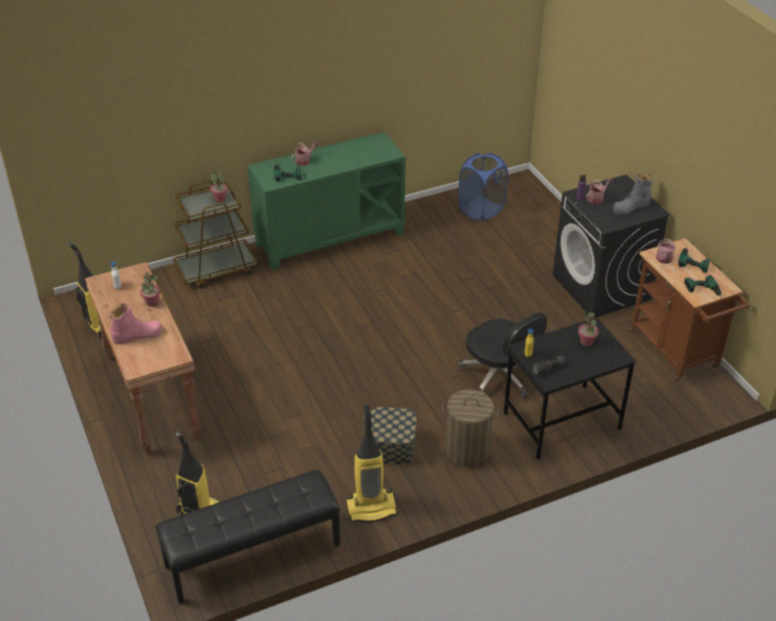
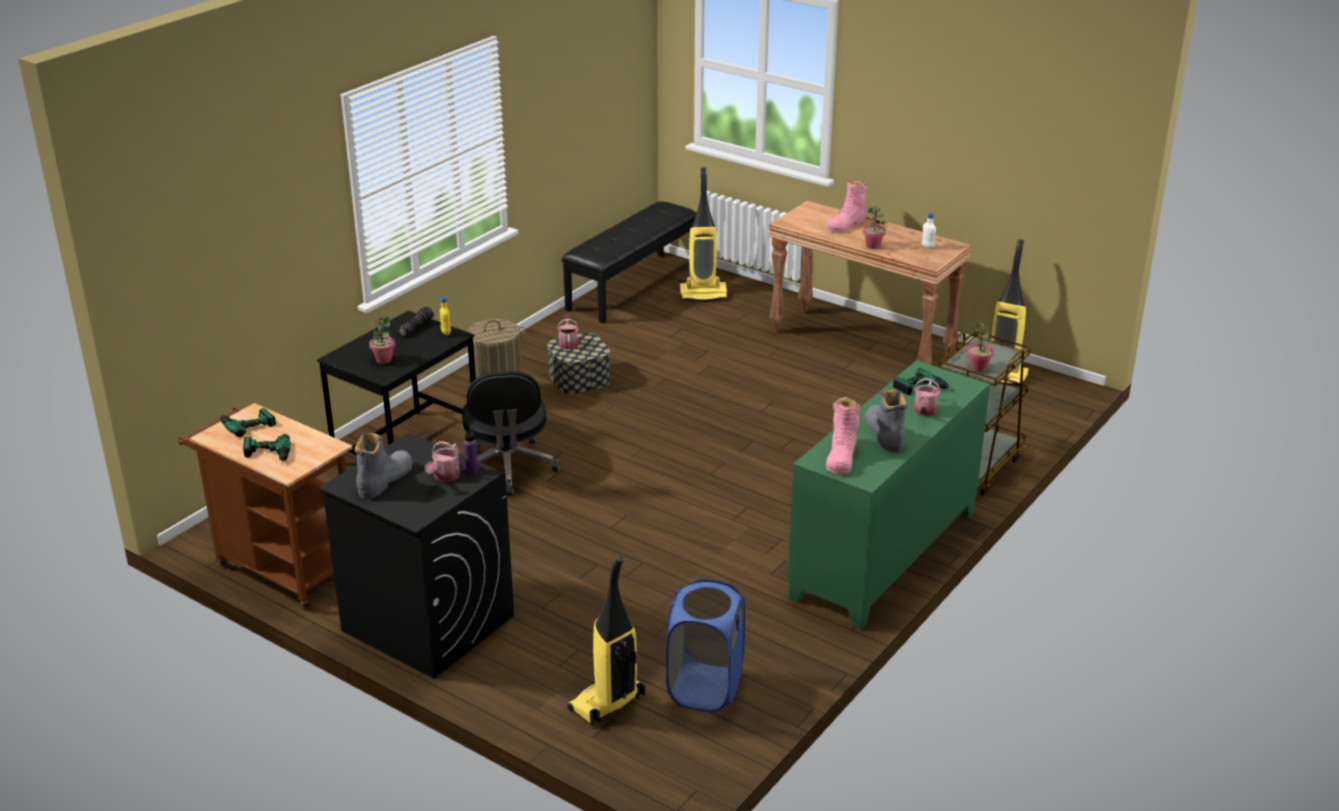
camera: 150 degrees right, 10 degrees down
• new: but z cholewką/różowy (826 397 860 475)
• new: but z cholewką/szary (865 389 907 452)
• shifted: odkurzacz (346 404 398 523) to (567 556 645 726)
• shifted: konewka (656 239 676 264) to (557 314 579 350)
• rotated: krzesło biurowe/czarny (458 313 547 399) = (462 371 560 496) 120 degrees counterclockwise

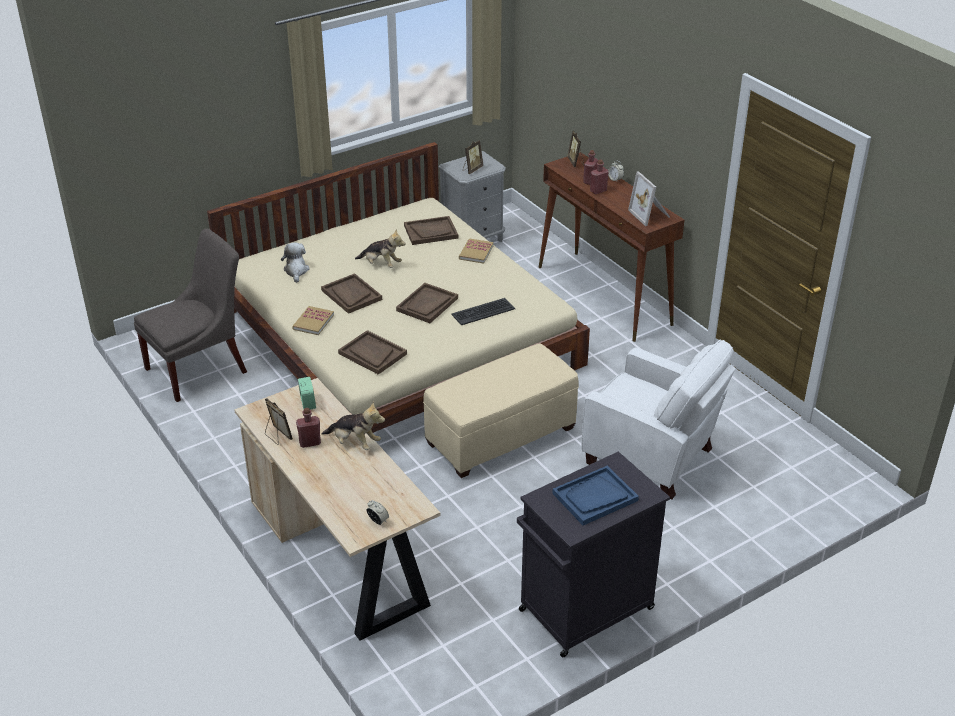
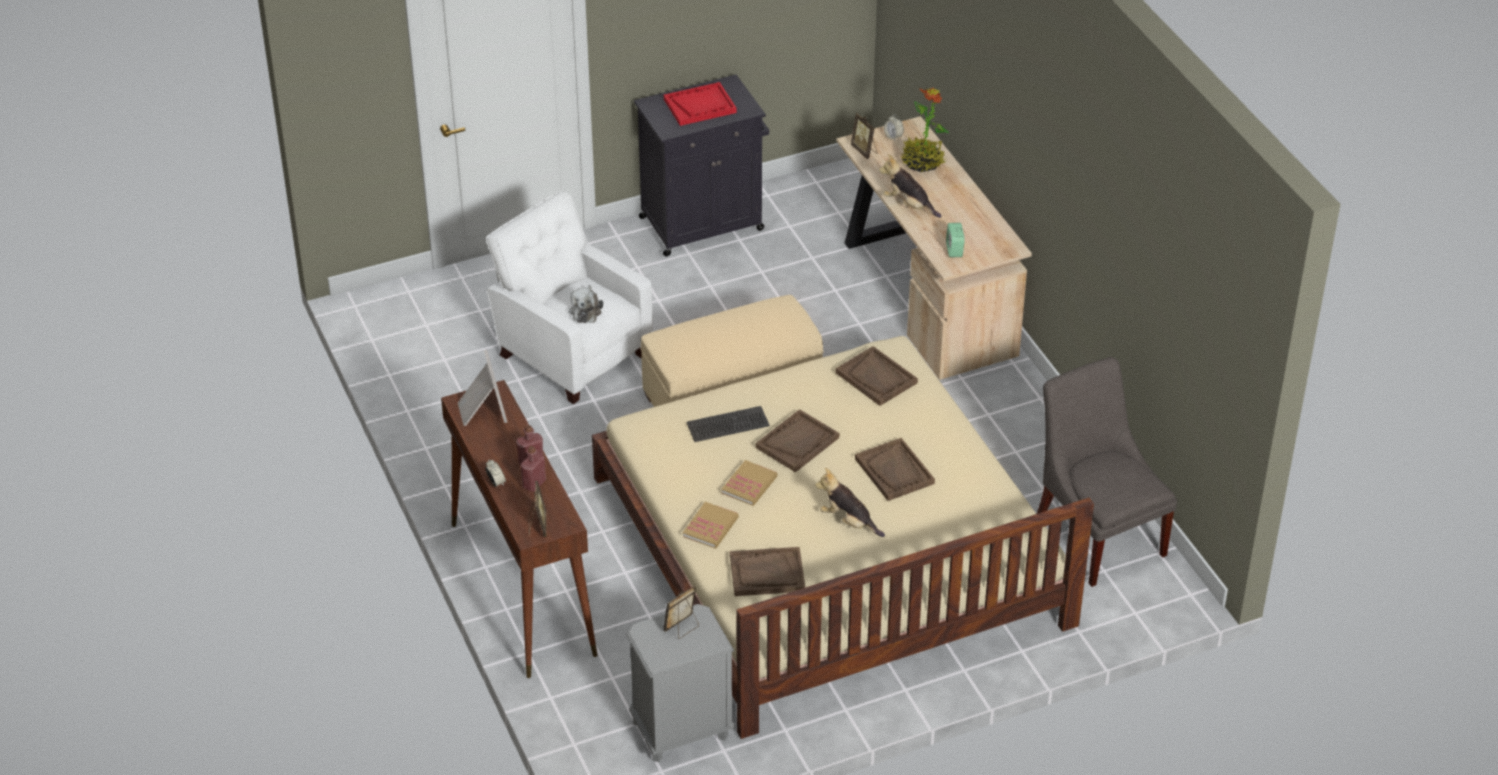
camera: 170 degrees left, 5 degrees up
• gone: butelka/czerwony (296 408 321 448)
• new: roślina doniczkowa (901 88 949 172)
• shifted: ramka na zdjęcie (265 398 293 445) to (851 112 877 159)
• shifted: pluszak (281 242 310 283) to (569 285 603 323)
• shifted: książka (292 306 334 335) to (722 460 777 506)
• repainted: taca/niebieski (552 466 639 525) to taca/czerwony (664 82 737 126)
• rotated: krzesło/szary (134 228 247 402) = (1037 357 1177 587) 90 degrees clockwise

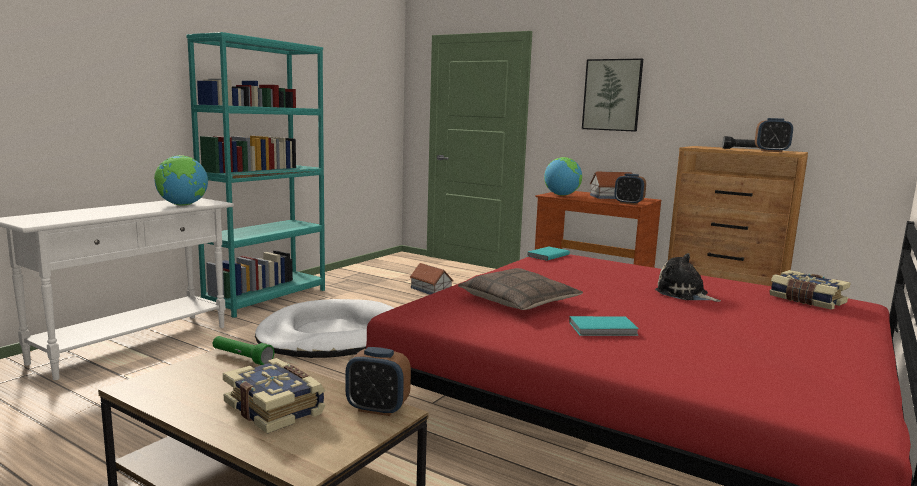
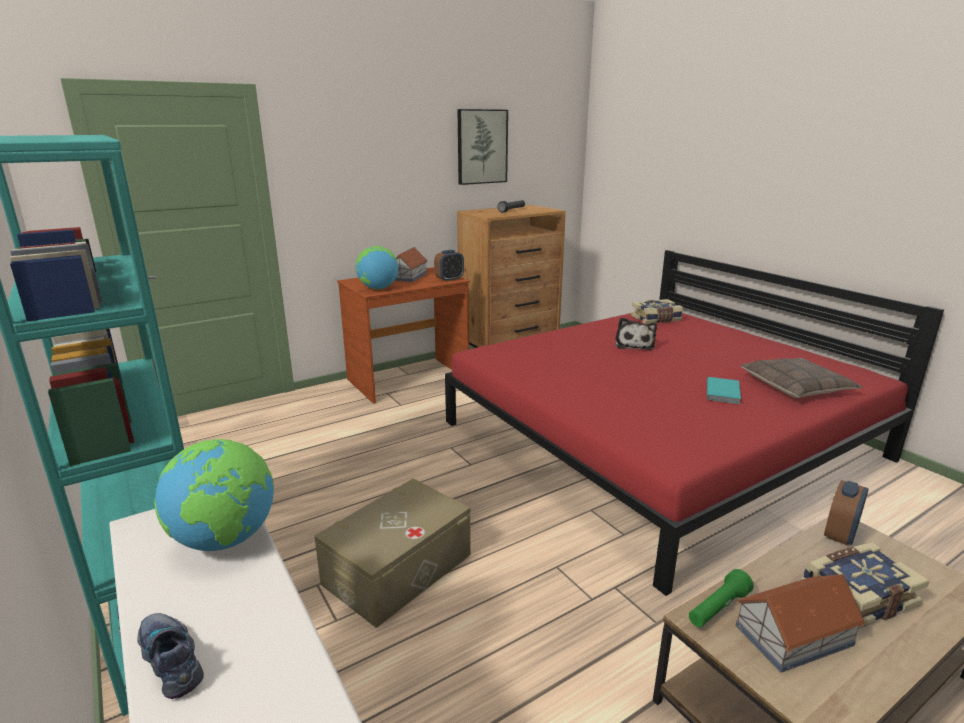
camera: 65 degrees left, 10 degrees up
• gone: książka/turkusowy (528 247 570 261)
• gone: budzik (755 118 793 152)
• new: but (138 613 204 699)
• shifted: domek (410 263 454 295) to (736 574 866 673)
• shifted: poduszka (458 268 583 310) to (741 358 863 398)
• shifted: obraz (582 58 643 132) to (457 109 508 185)
• swapped: legowisko/biały (255 299 394 358) to pojemnik do przechowywania/beżowy (314 478 471 628)
• rotated: pluszak (655 253 721 302) = (615 317 657 350) 60 degrees counterclockwise

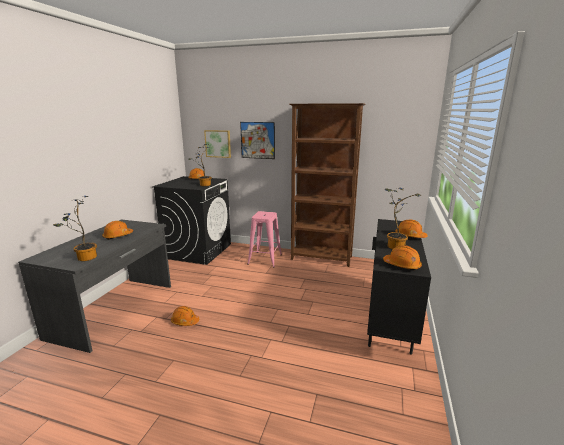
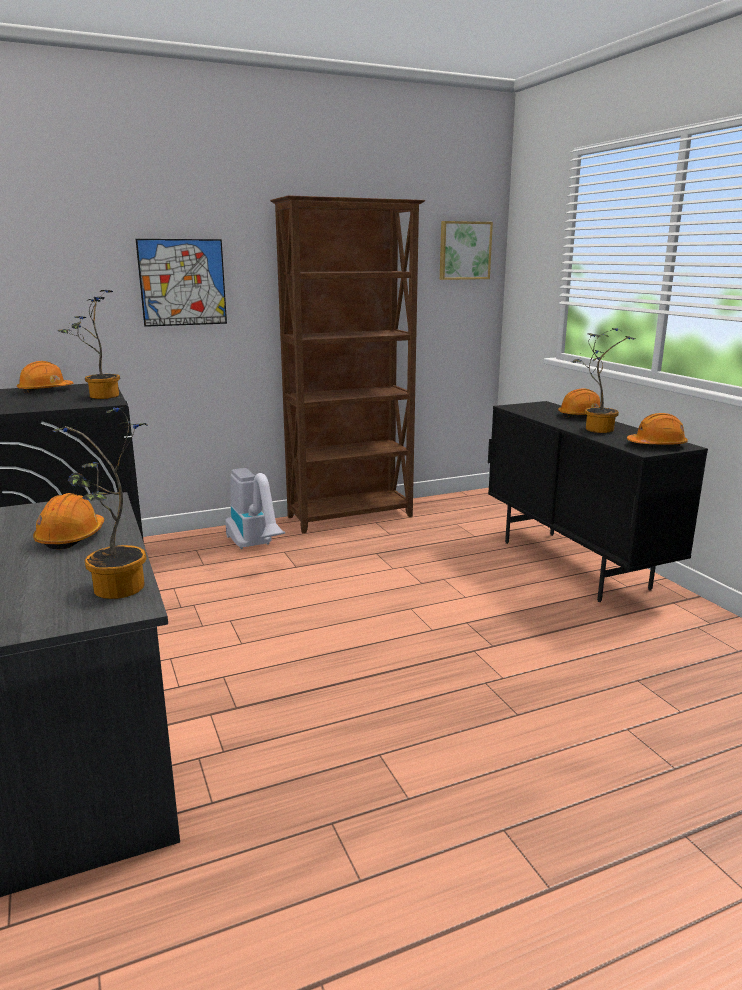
camera: 40 degrees left, 0 degrees up
• gone: kask/pomarańczowy (171 306 199 326)
• shifted: obraz (204 130 231 158) to (440 221 493 280)
• swapped: stołek/różowy (247 211 282 267) to odkurzacz (225 468 285 549)

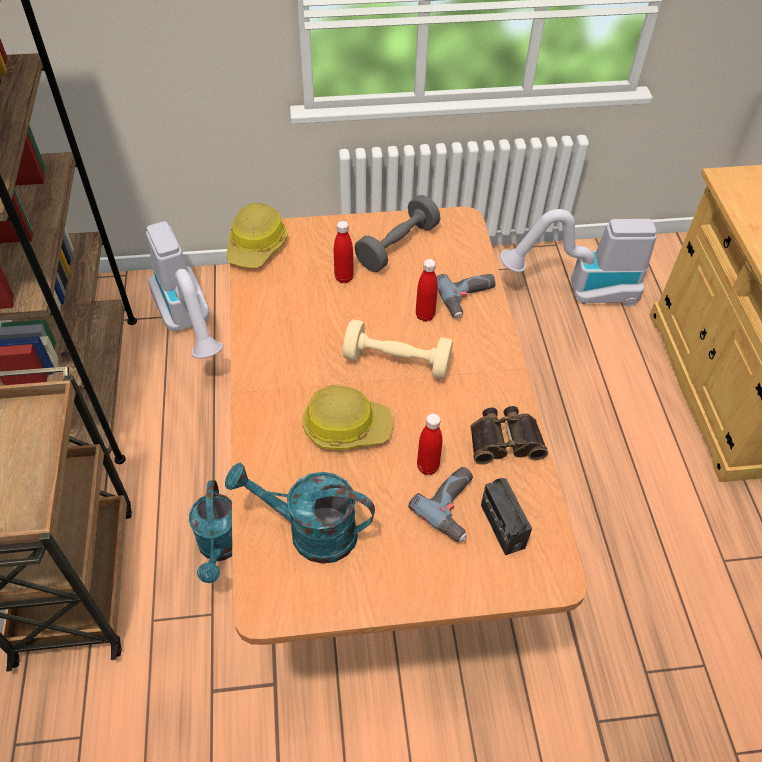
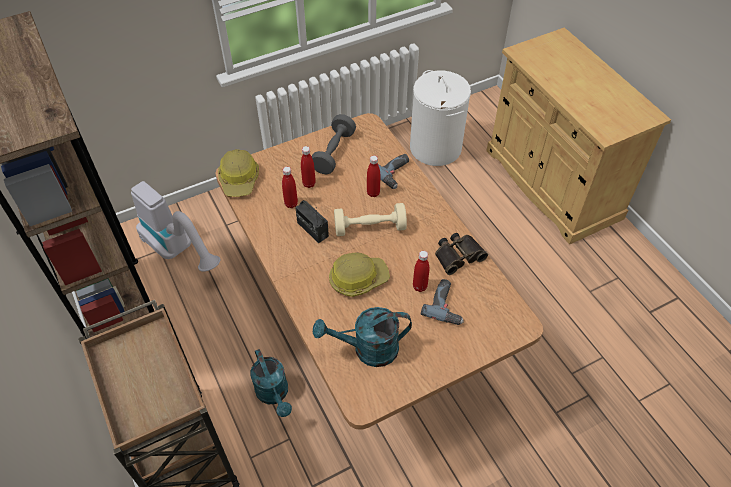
camera: 20 degrees left, 0 degrees up
• new: butelka/czerwony (282 166 298 208)
• shifted: radio (481 478 532 555) to (295 200 329 243)
• swapped: odkurzacz (500 209 657 307) to kosz na pranie/biały (410 70 471 166)

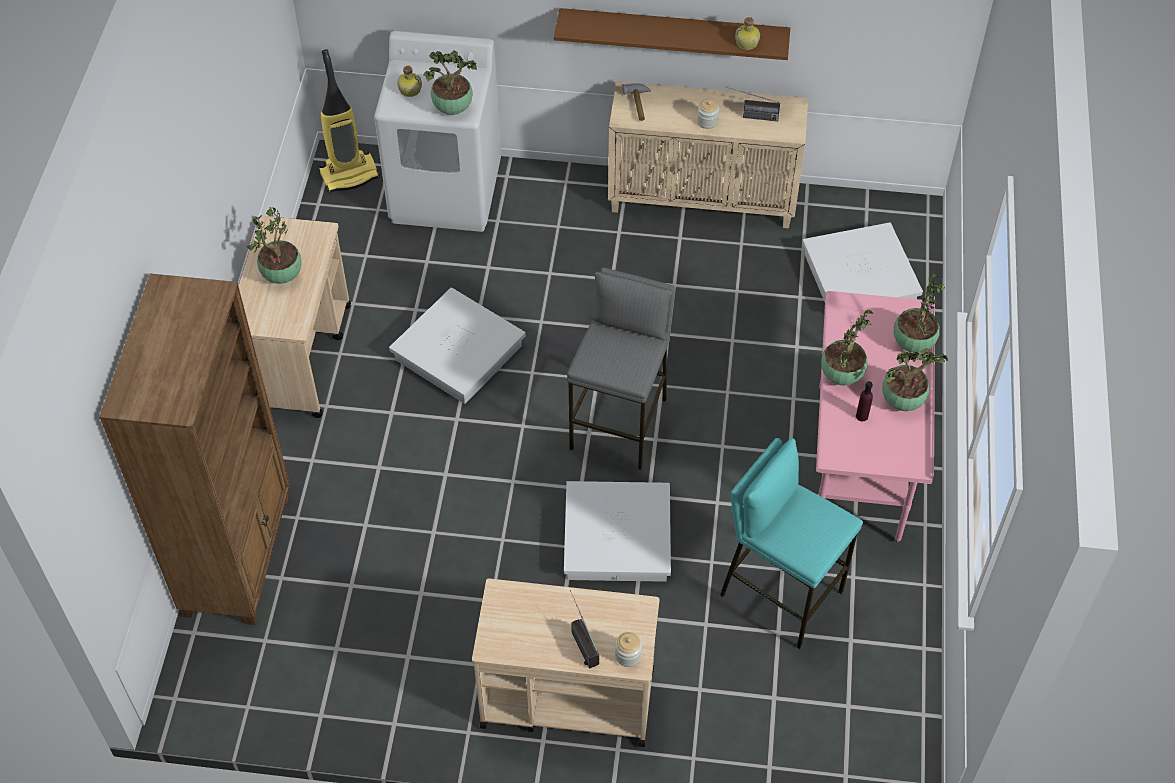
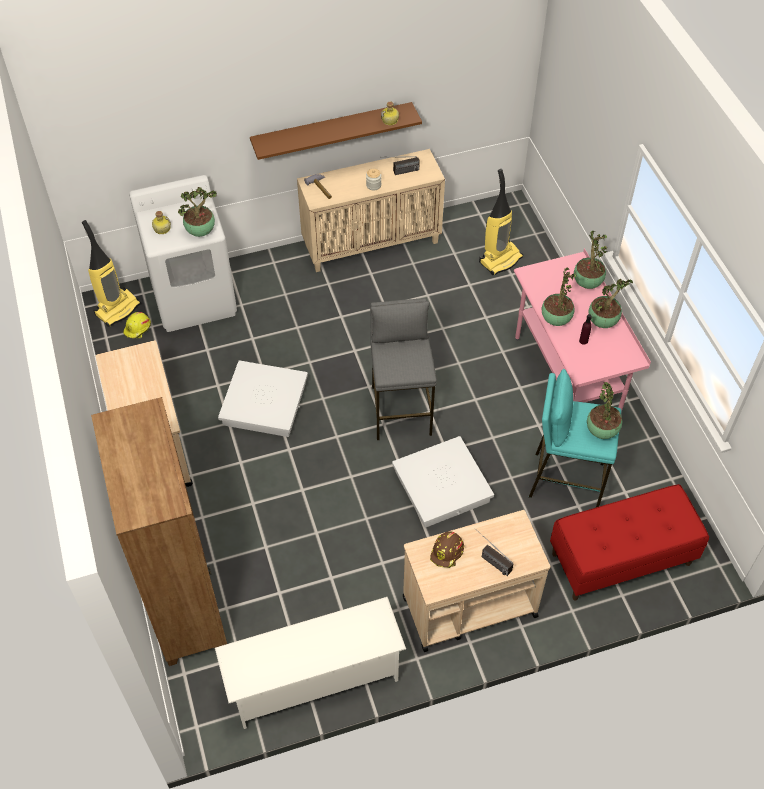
camera: 25 degrees left, 0 degrees up
• gone: słoik (615 632 642 667)
• new: kask/żółty (123 312 151 338)
• new: regał na buty/biały (215 597 406 729)
• new: kask/brązowy (430 531 464 568)
• new: ławka/czerwony (550 484 709 600)
• shifted: roślina doniczkowa (247 207 302 284) to (587 382 622 439)
• swapped: pojemnik do przechowywania/biały (802 223 923 302) to odkurzacz (479 169 523 275)

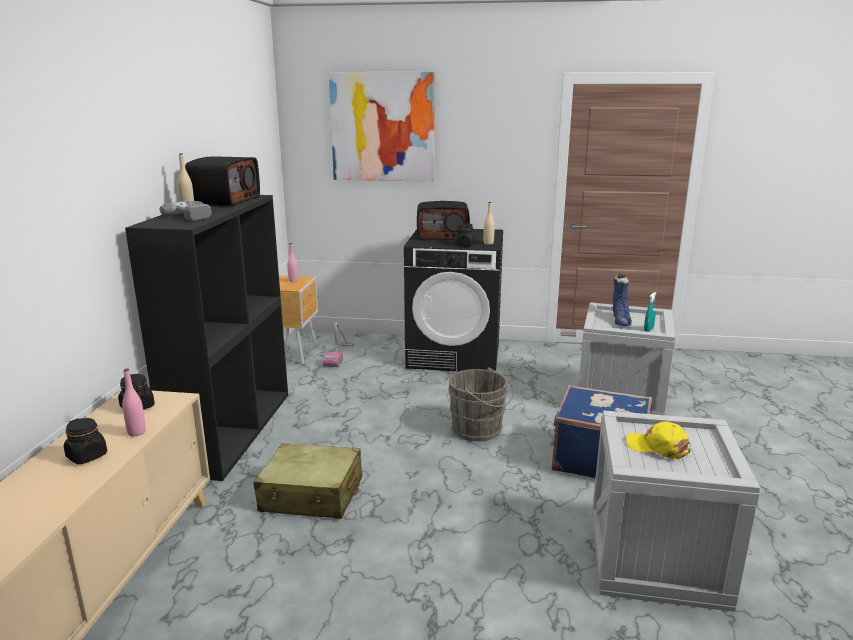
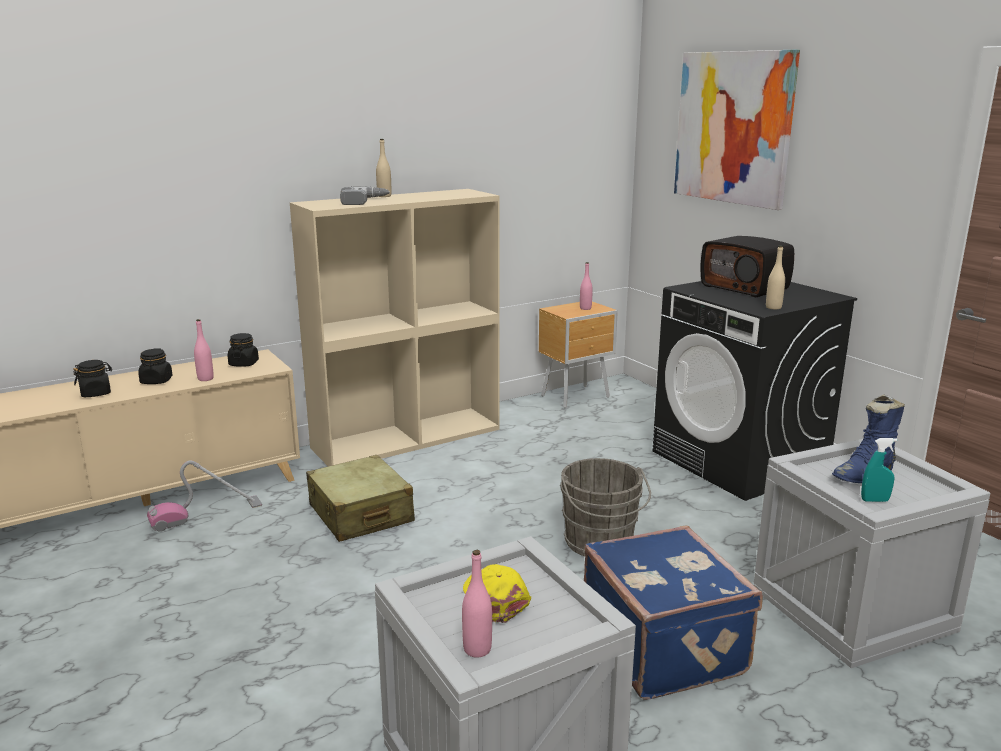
camera: 50 degrees right, 0 degrees up
• gone: radio (185 156 260 206)
• new: butelka/różowy (462 550 492 658)
• shifted: odkurzacz (323 322 354 367) to (147 460 262 532)
• shifted: słoik/czarny (455 223 475 247) to (73 360 112 397)
• repainted: regał/czarny (125 195 288 481) to regał/beżowy (290 189 500 466)

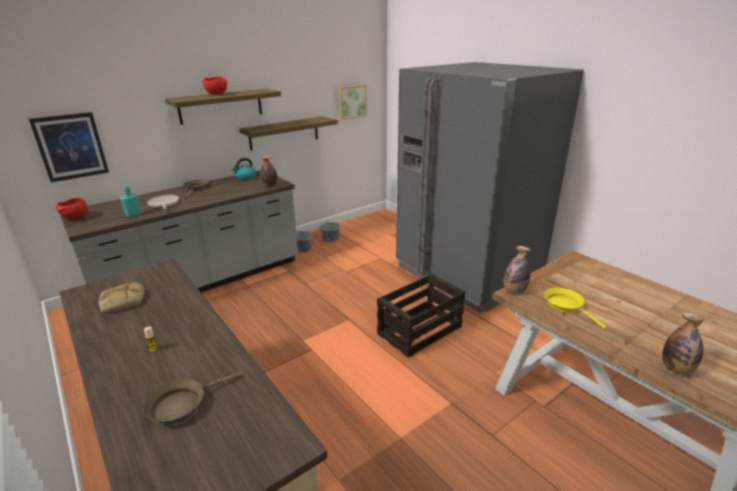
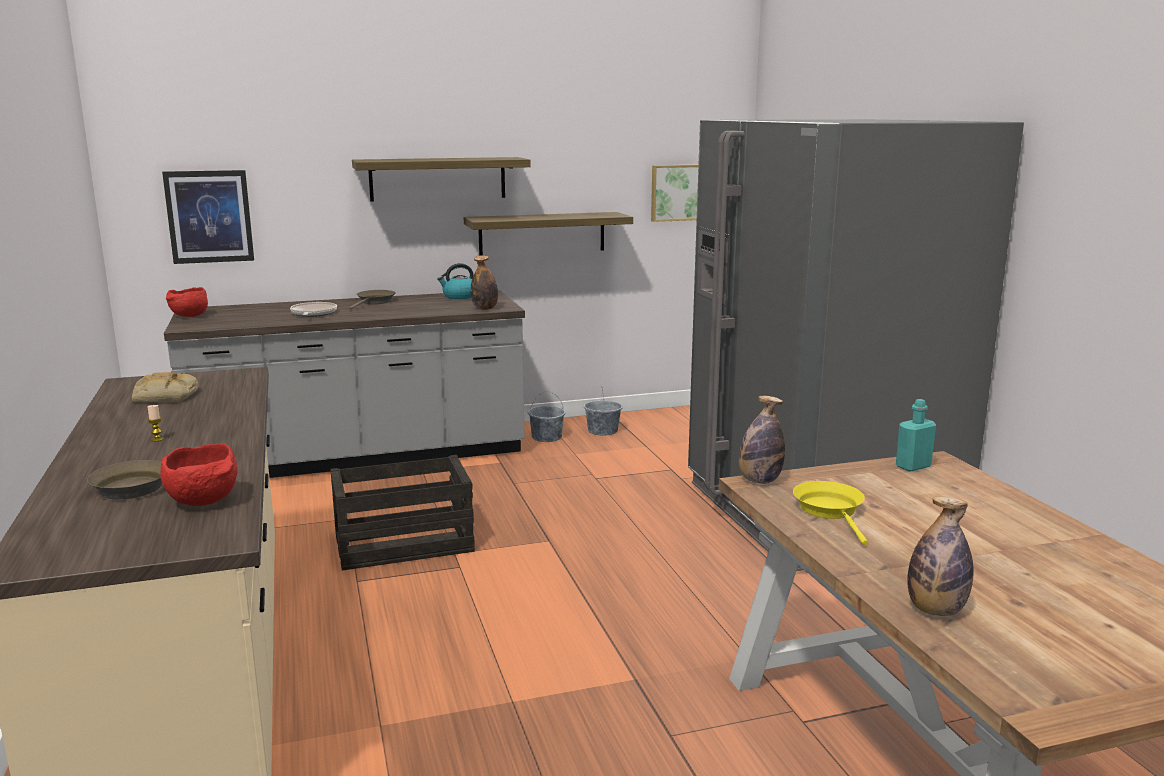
camera: 20 degrees right, 10 degrees down
• shifted: butelka/turkusowy (120 185 142 218) to (896 399 936 472)
• shifted: miska/czerwony (202 77 227 95) to (160 443 237 506)
• shifted: skrzynka (377 274 465 357) to (331 455 475 571)

